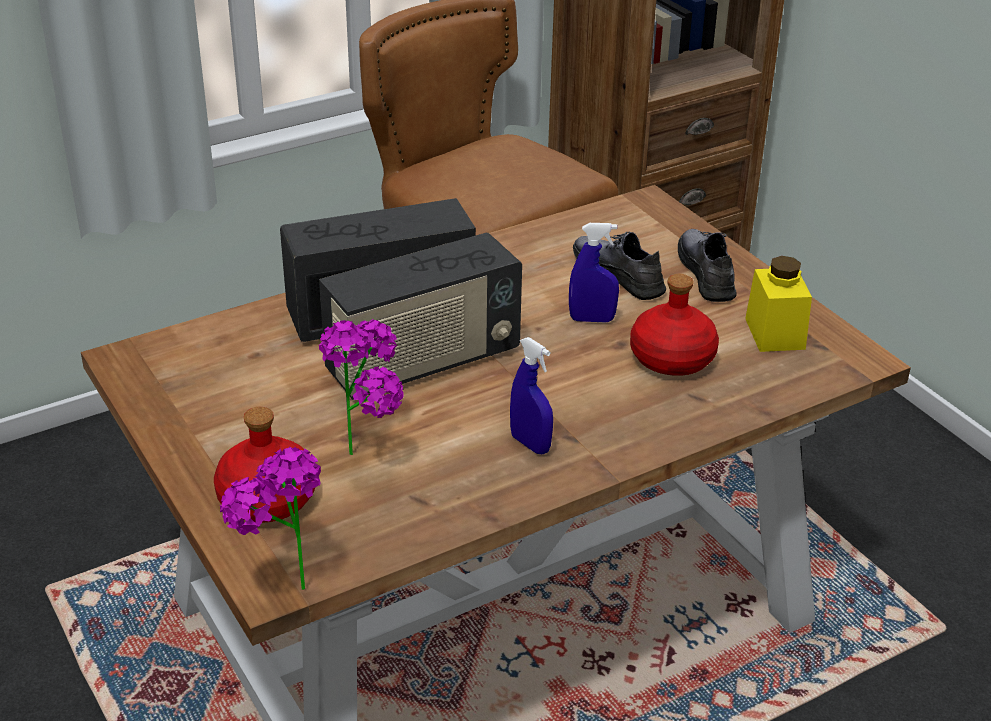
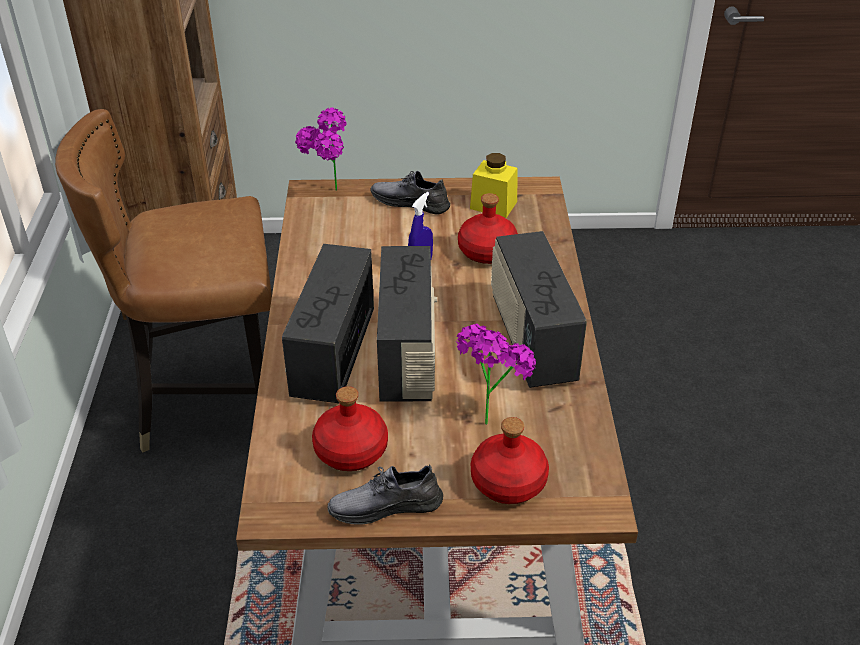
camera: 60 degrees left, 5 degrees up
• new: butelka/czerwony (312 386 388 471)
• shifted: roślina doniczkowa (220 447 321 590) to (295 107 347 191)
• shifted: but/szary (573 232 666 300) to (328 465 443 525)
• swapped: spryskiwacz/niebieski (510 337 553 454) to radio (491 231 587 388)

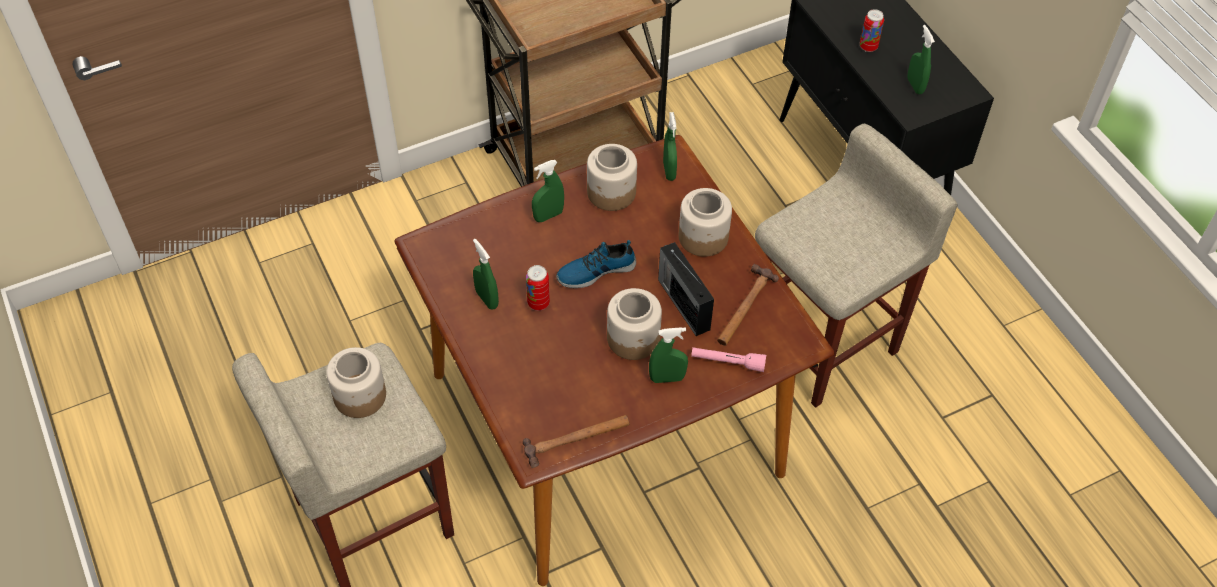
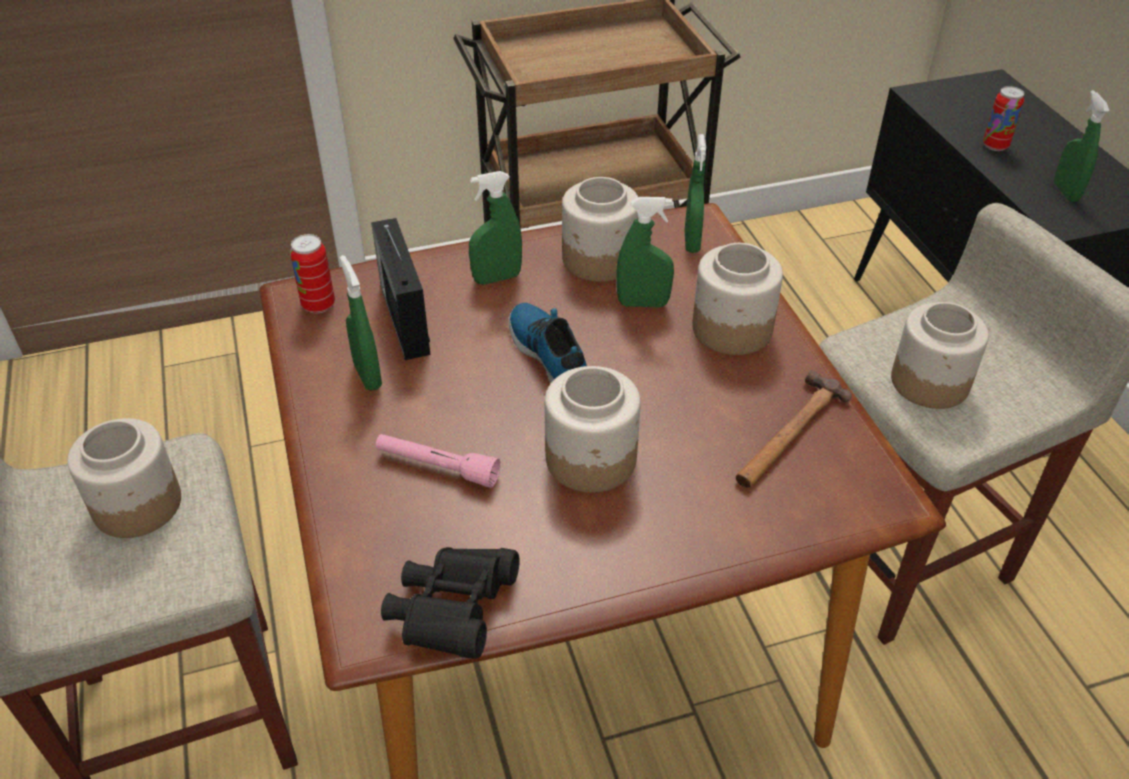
camera: 10 degrees right, 10 degrees down
• new: słoik (891 302 989 409)
• shifted: puszka (526 265 550 311) to (290 234 335 314)
• shifted: spryskiwacz/zielony (649 327 688 383) to (616 197 674 307)
• shifted: radio (658 242 714 336) to (371 218 430 360)
• shifted: latarka/różowy (691 347 766 372) to (376 434 501 488)
• swapped: młotek (523 415 630 468) to lornetka/czarny (381 547 520 659)
• rotated: but (556 240 636 288) = (508 303 587 384) 75 degrees clockwise

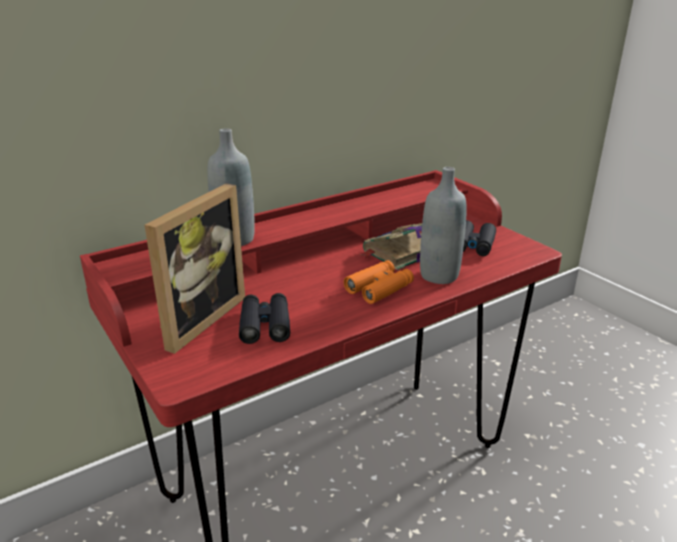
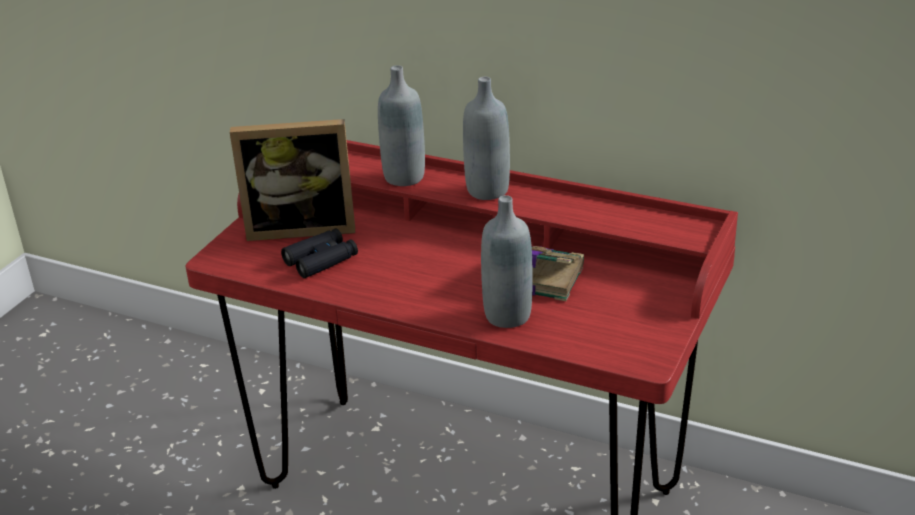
camera: 60 degrees right, 5 degrees up
• gone: lornetka/pomarańczowy (344 260 414 304)
• gone: lornetka/czarny (463 220 496 256)
• new: butelka/szary (463 77 510 200)

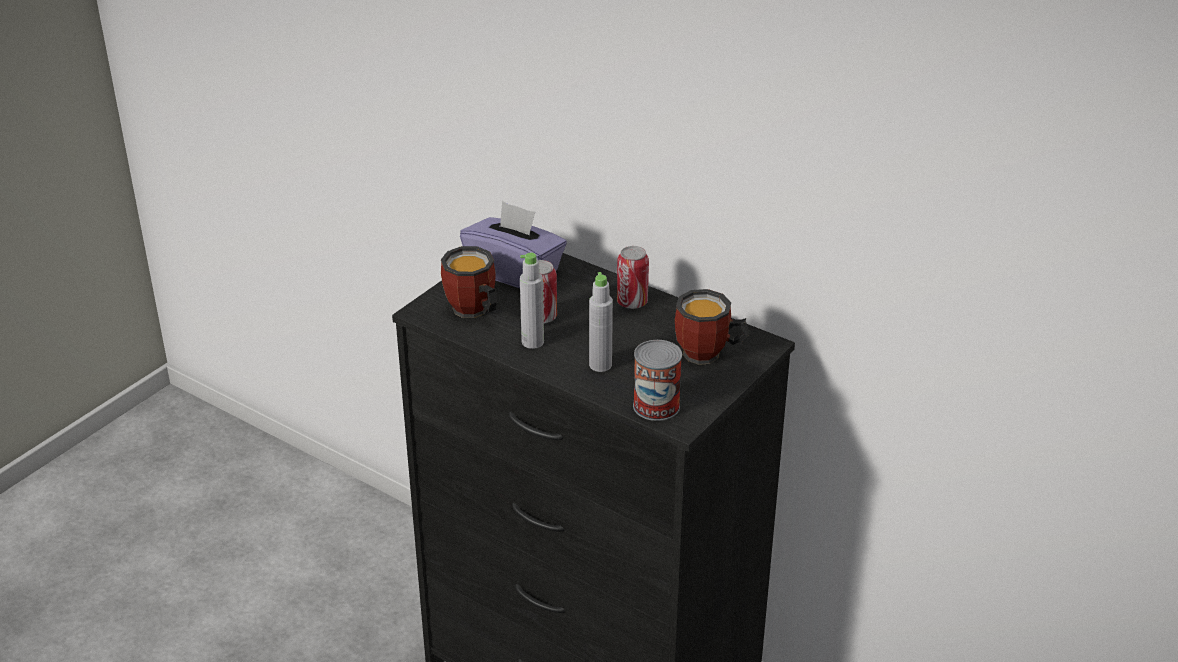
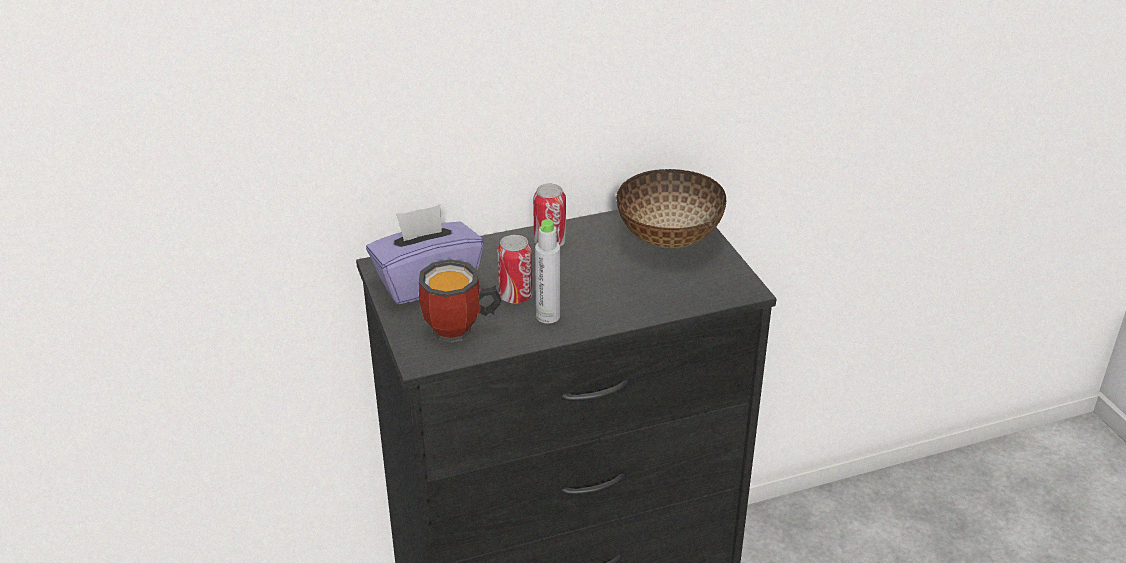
camera: 55 degrees left, 0 degrees up
• gone: butelka/szary (589 272 613 372)
• gone: puszka (633 340 682 421)
• swapped: kubek (675 289 750 365) to miska (616 169 726 249)

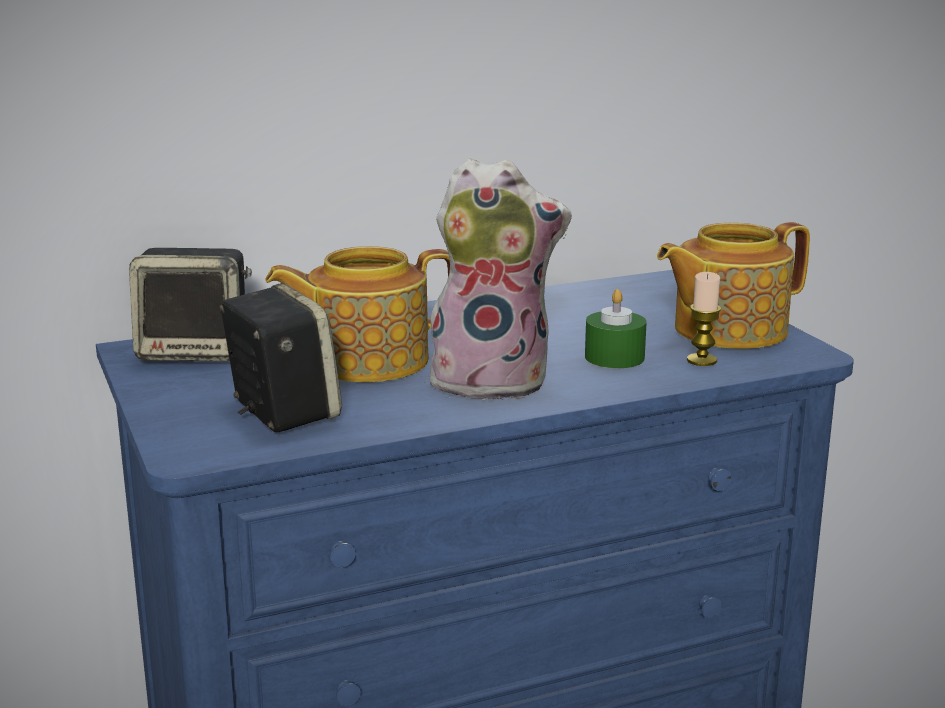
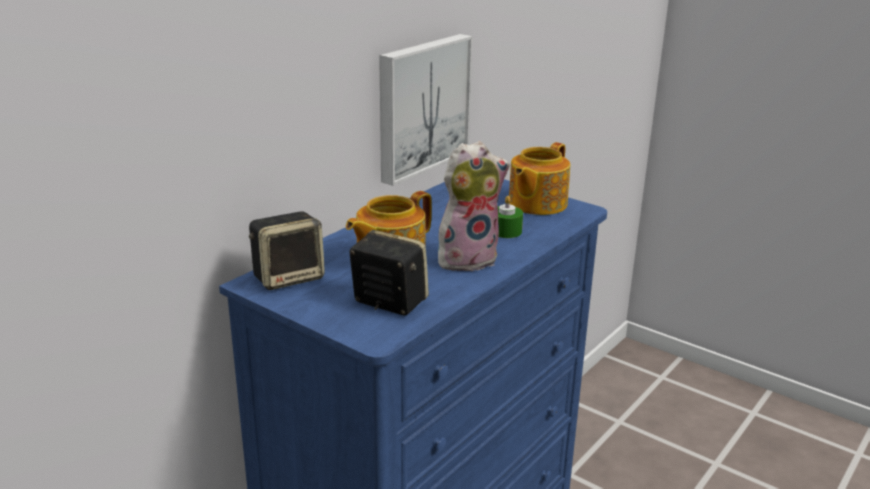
camera: 30 degrees left, 5 degrees up
• gone: świeca (687 272 721 366)
• new: obraz (379 34 473 186)

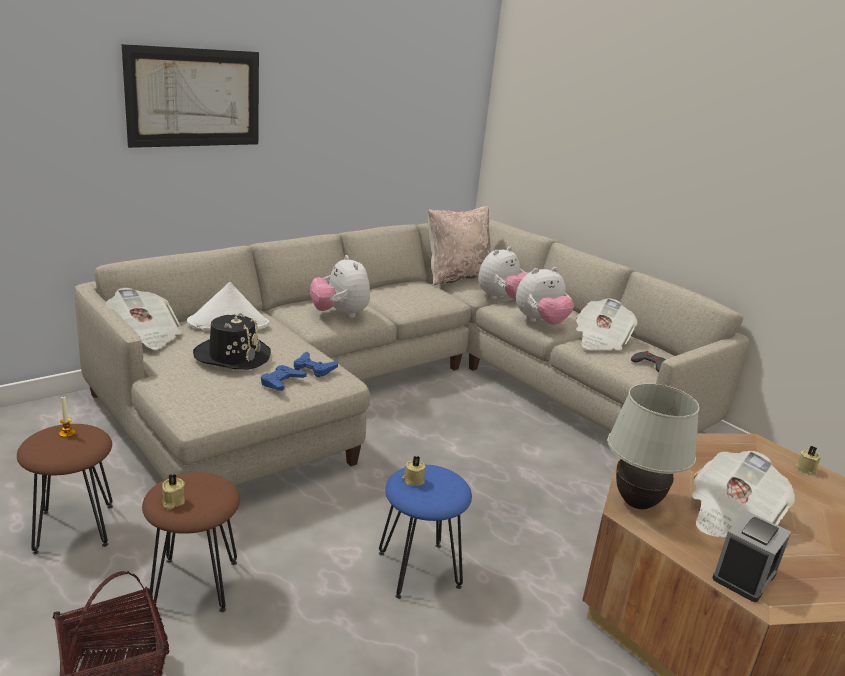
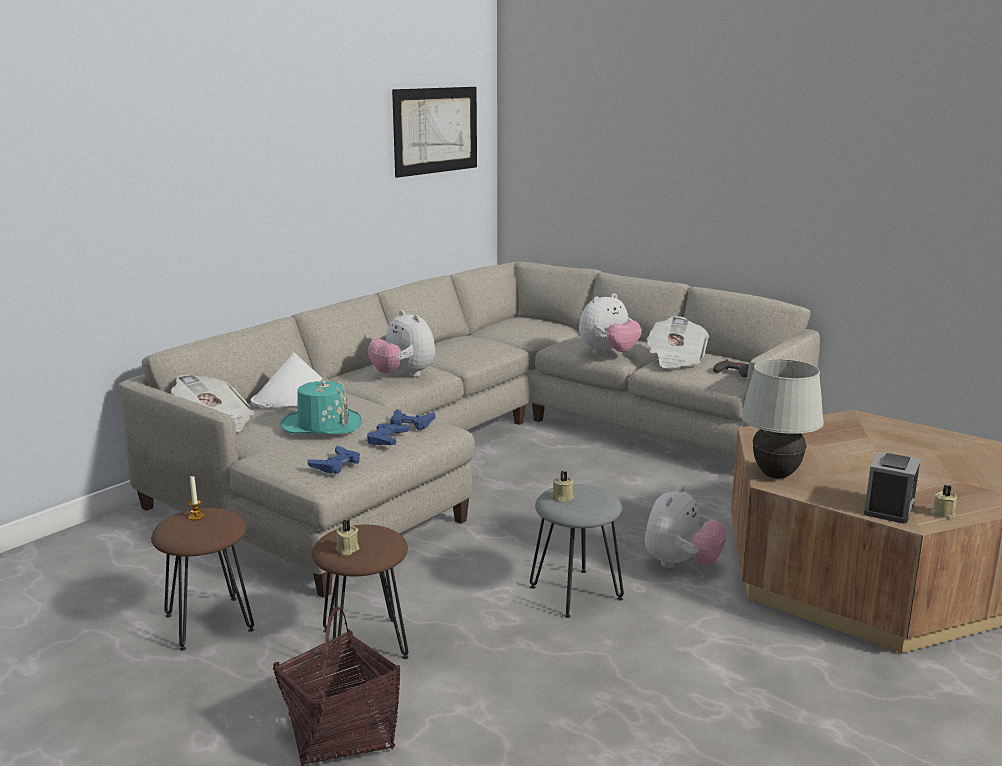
camera: 10 degrees left, 5 degrees down
• gone: poduszka/beżowy (428 206 491 286)
• gone: gazeta (692 451 795 537)
• new: pad do gier/niebieski (308 446 360 474)
• shifted: obraz (122 44 259 148) to (392 87 477 178)
• shifted: pluszak (478 247 528 300) to (645 486 727 568)
• shifted: świeca/beżowy (795 446 821 475) to (931 485 957 519)
• repainted: kapelusz/czarny (193 313 271 370) to kapelusz/turkusowy (281 378 361 434)
• repainted: stołek/niebieski (379 465 472 599) to stołek/szary (530 484 624 618)

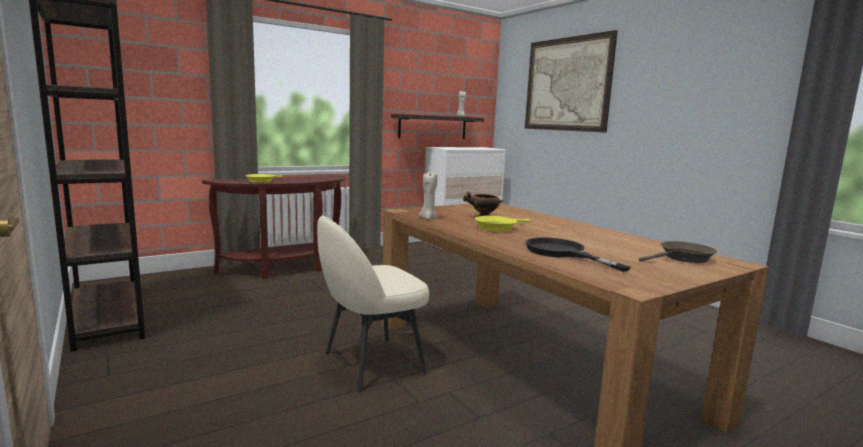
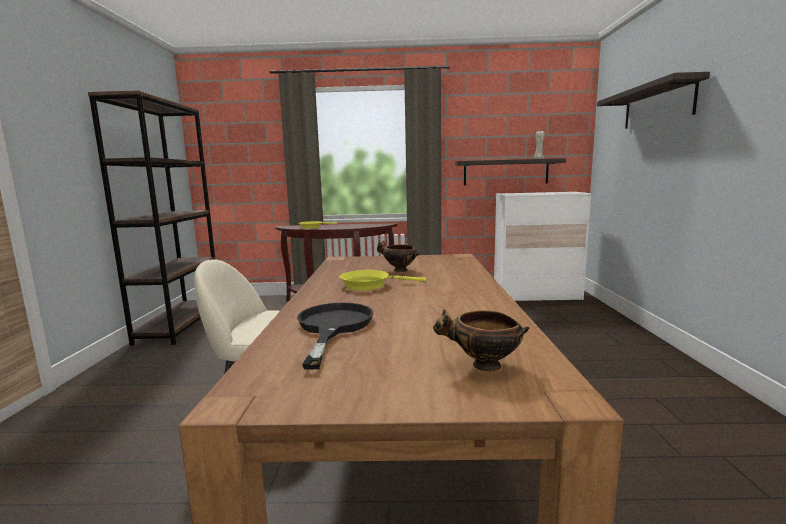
camera: 35 degrees right, 0 degrees up
• gone: świeca/beżowy (419 171 438 219)
• swapped: obraz (525 30 618 133) to półka (597 72 710 129)
• swapped: patelnia/brązowy (639 241 717 263) to miska (433 309 529 372)

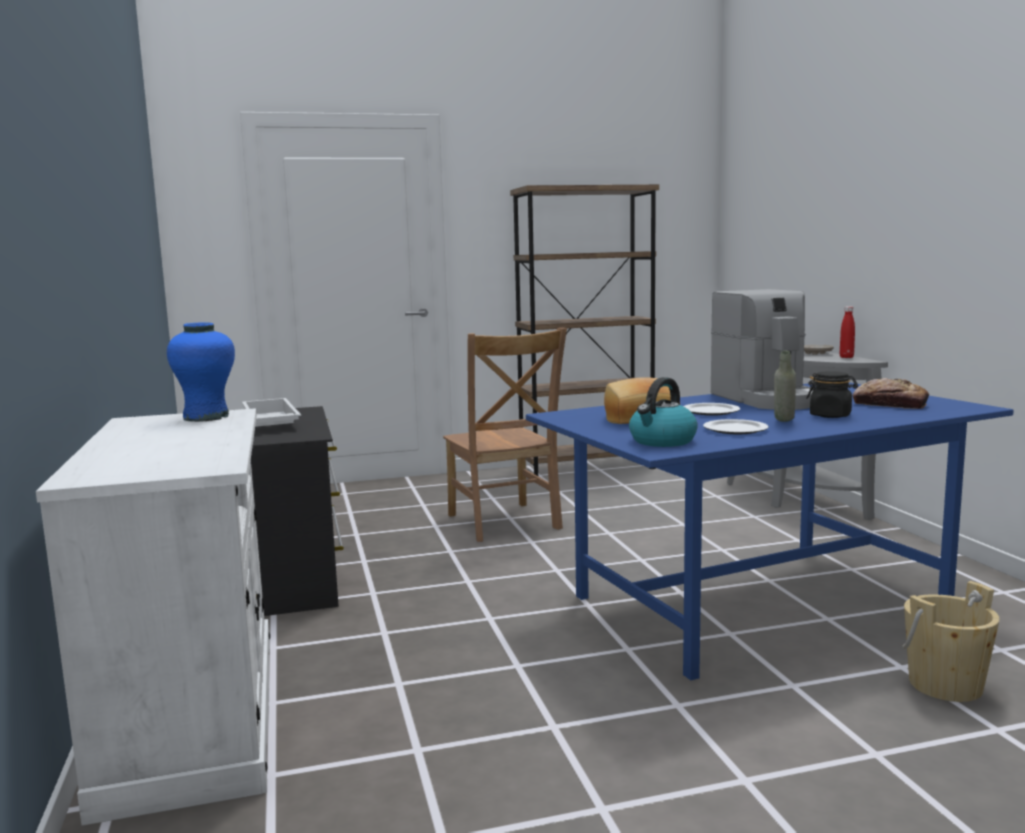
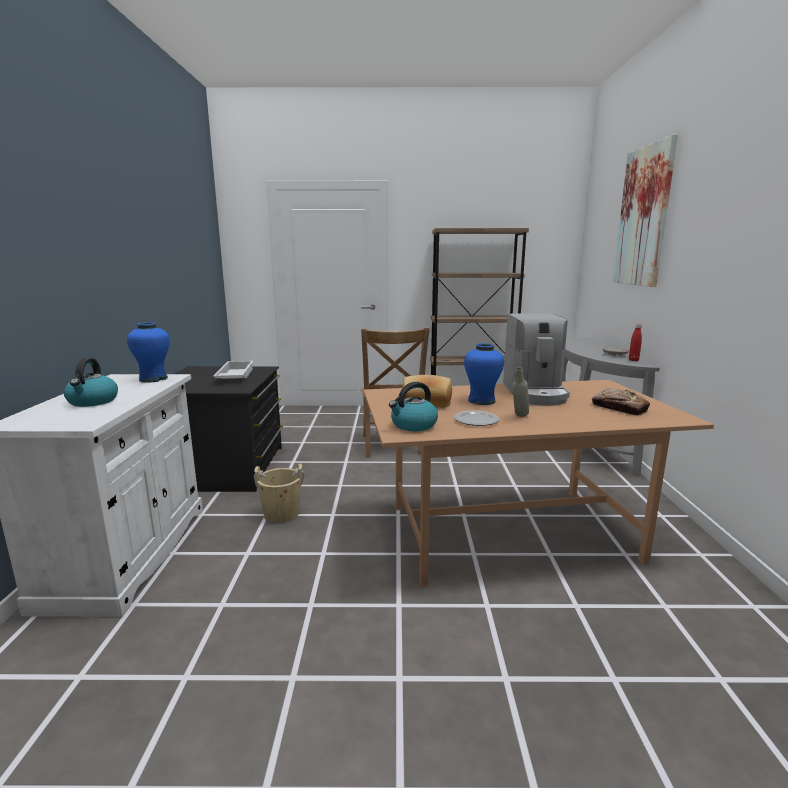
camera: 15 degrees right, 5 degrees up
• gone: słoik/czarny (806 371 858 418)
• new: czajnik (64 358 118 407)
• new: obraz (613 134 678 287)
• shifted: wiadro/beżowy (902 581 1000 702) to (254 464 304 523)
• swapped: talerz (684 403 740 416) to wazon/niebieski (464 343 504 405)
• repainted: stół jadalny/niebieski (526 382 1014 680) to stół jadalny/brązowy (363 380 714 587)

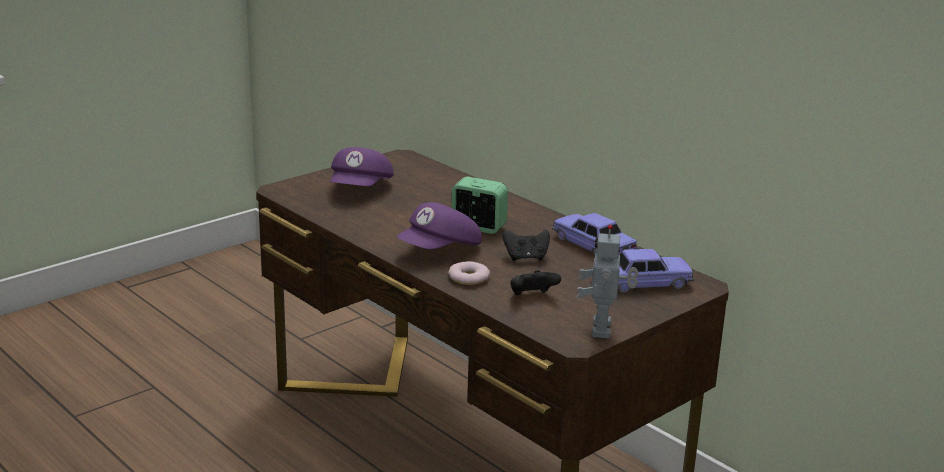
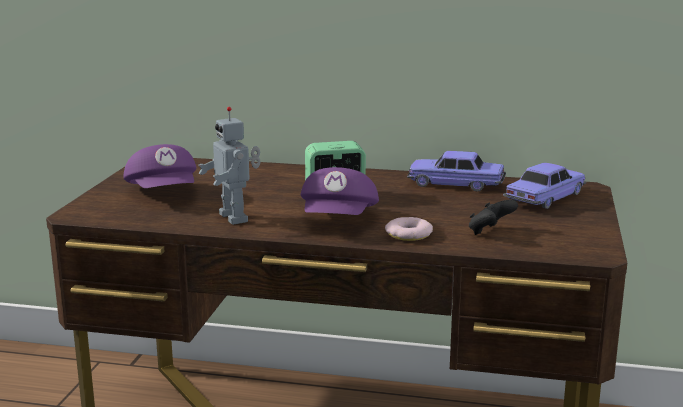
camera: 35 degrees left, 5 degrees down
• gone: pad do gier/czarny (502 230 550 261)
• shifted: robot zabawkowy (577 225 639 339) to (199 107 261 225)

